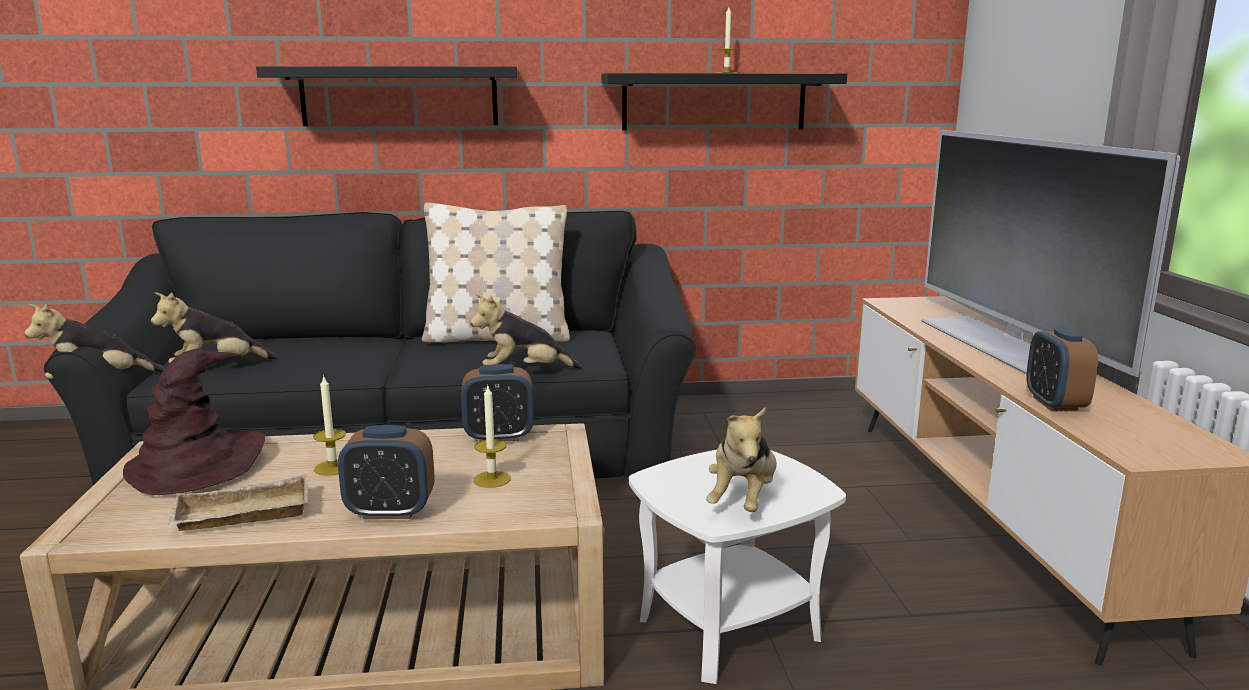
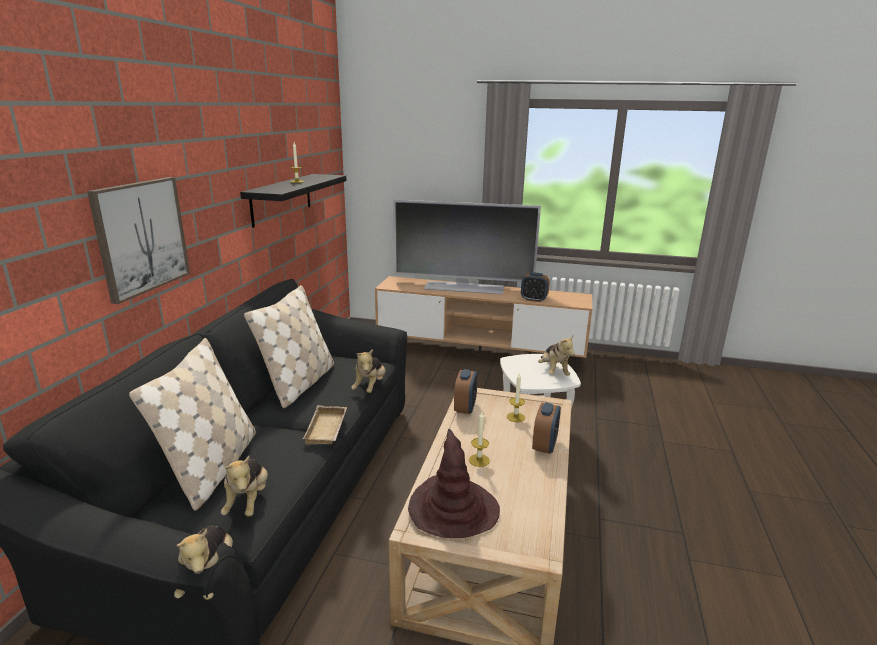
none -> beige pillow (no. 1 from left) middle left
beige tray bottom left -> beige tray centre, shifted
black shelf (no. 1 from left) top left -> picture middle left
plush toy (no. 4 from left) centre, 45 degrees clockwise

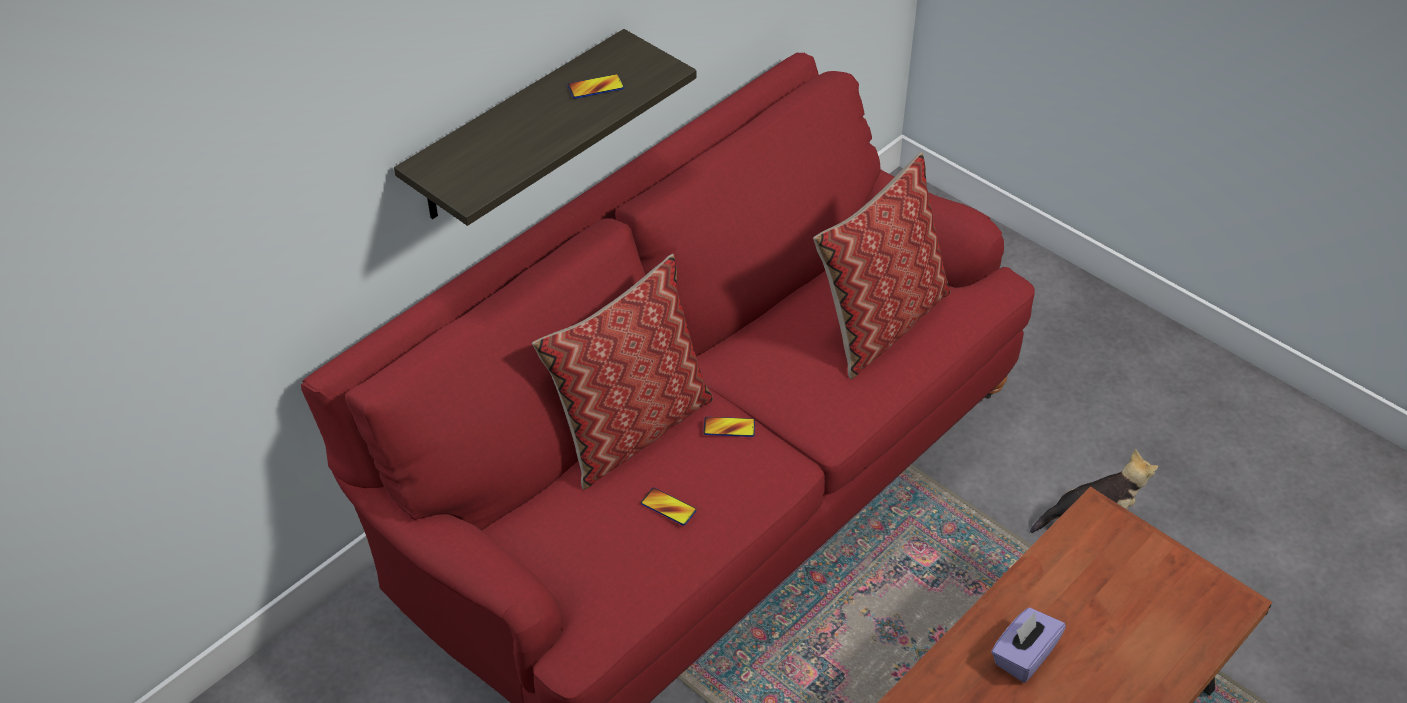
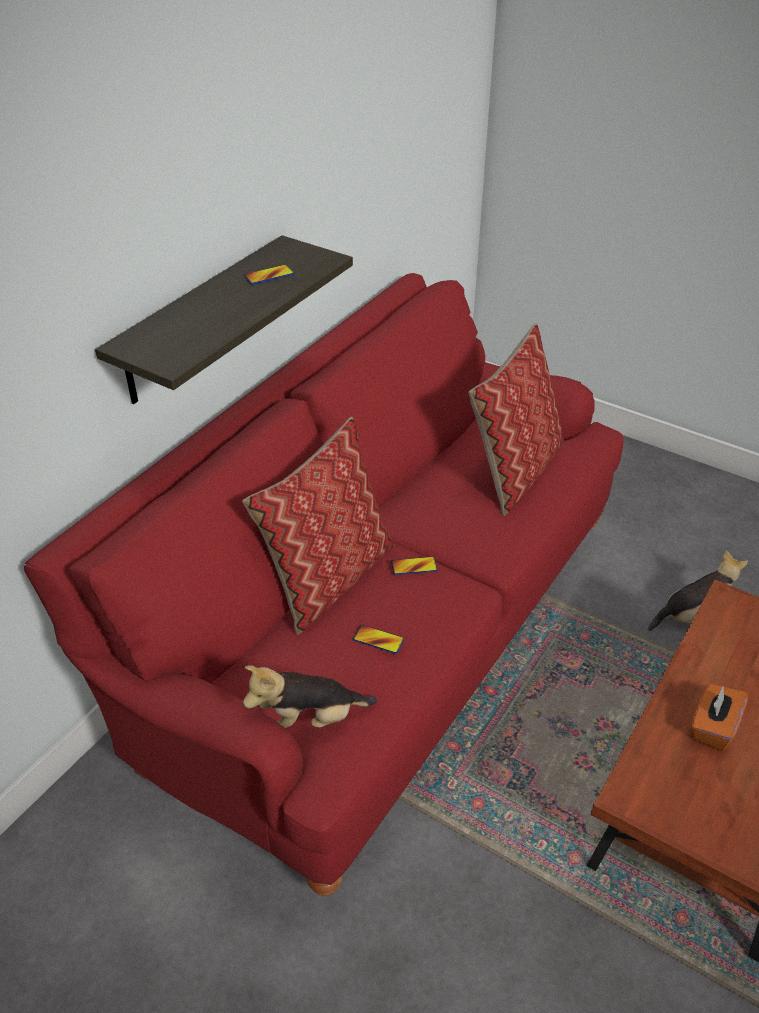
none -> plush toy (no. 1 from left) bottom centre
purple tissue box bottom right -> orange tissue box bottom right

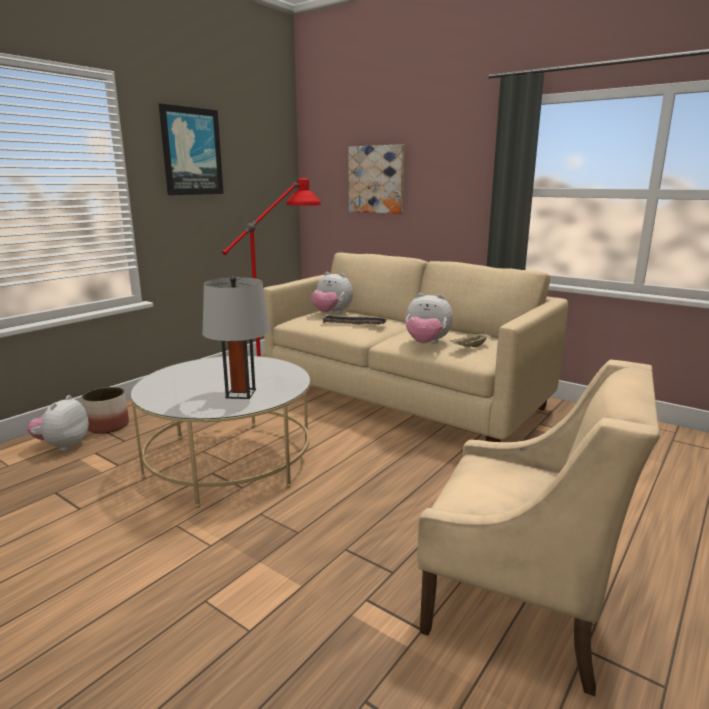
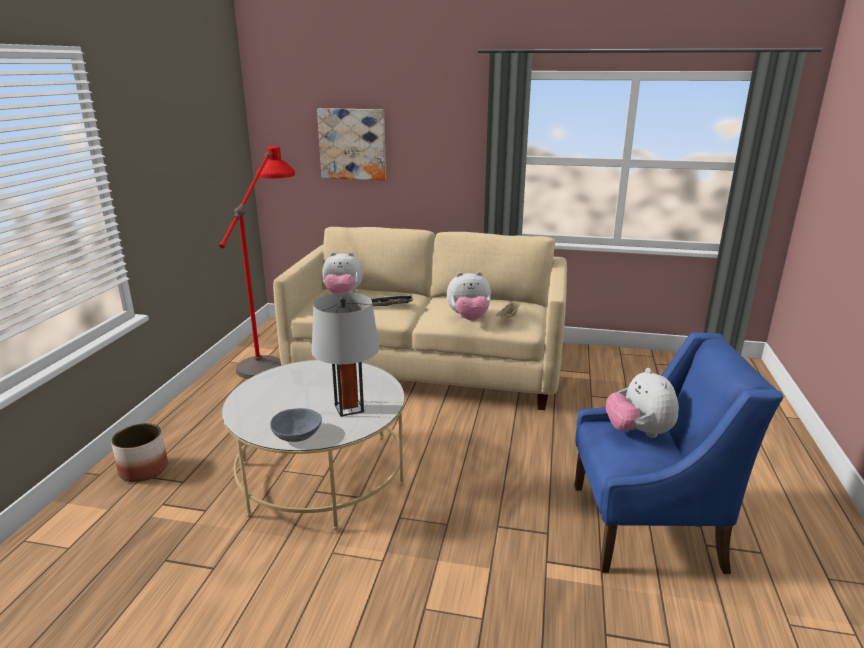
picture (no. 1 from left) top left -> none
none -> grey bowl centre
plush toy (no. 1 from left in the first image) middle left -> plush toy (no. 3 from left) middle right, shifted
beige armchair bottom right -> blue armchair bottom right

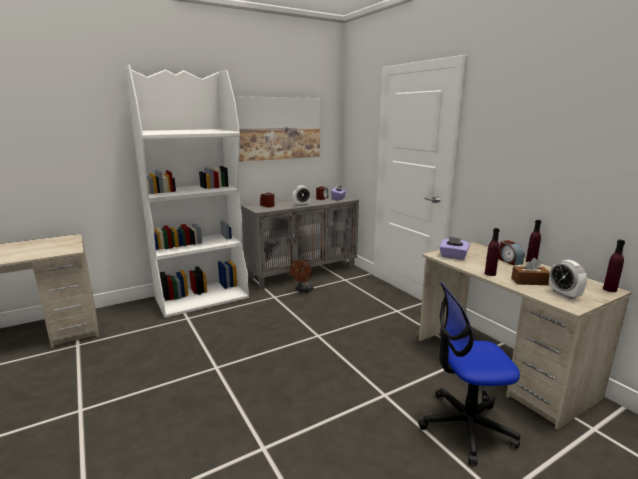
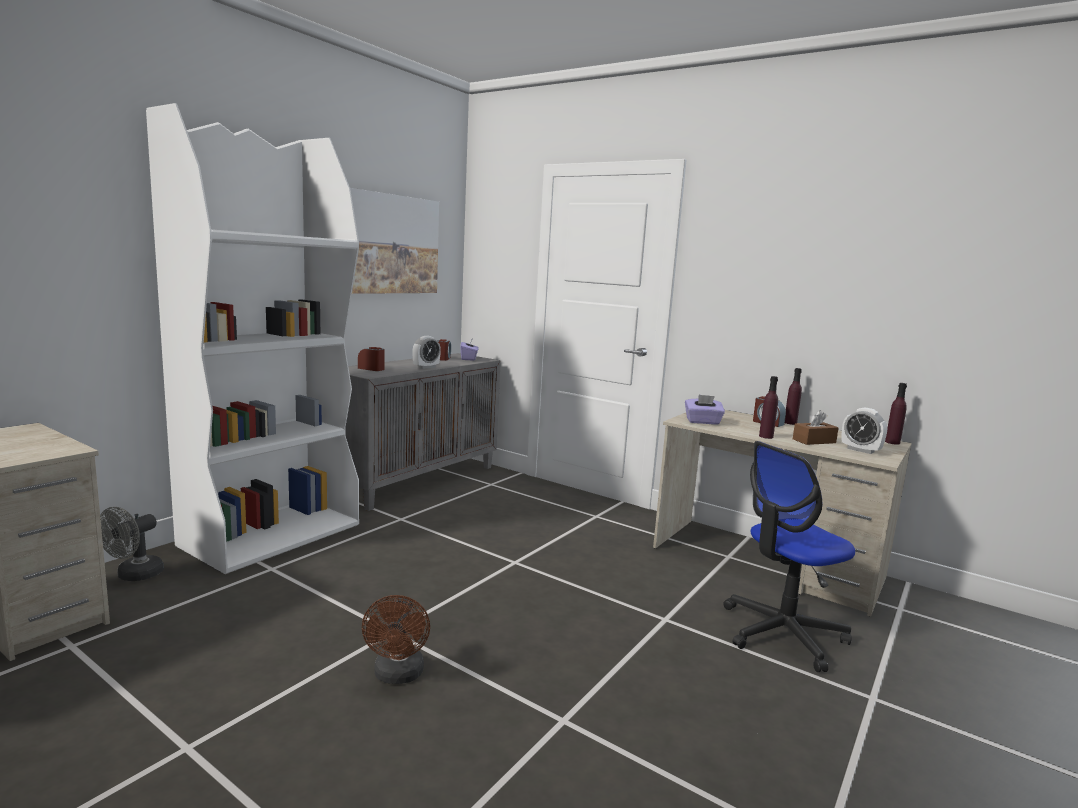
none -> grey fan bottom left
brown fan centre -> brown fan bottom centre, shifted

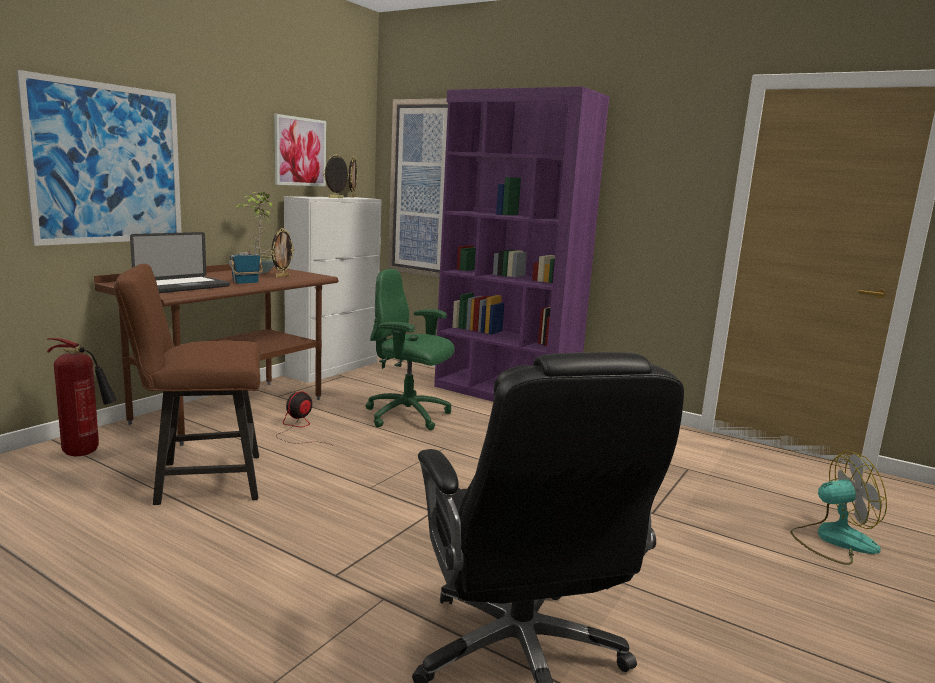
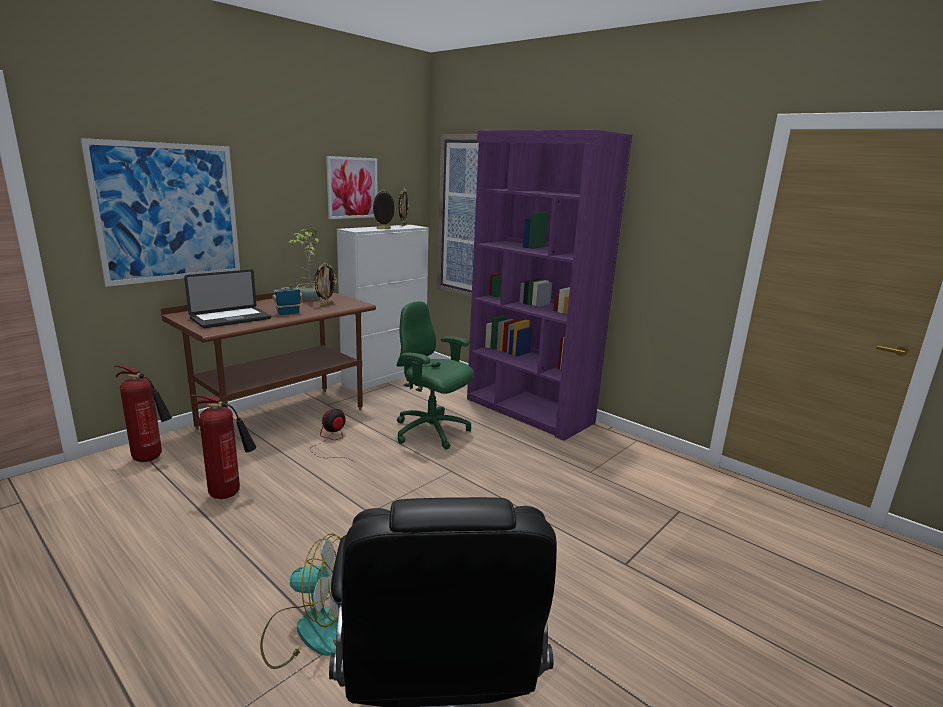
fan (no. 2 from left in the first image) bottom right -> fan (no. 1 from left) bottom left, shifted
brown chair middle left -> fire extinguisher (no. 2 from left) middle left

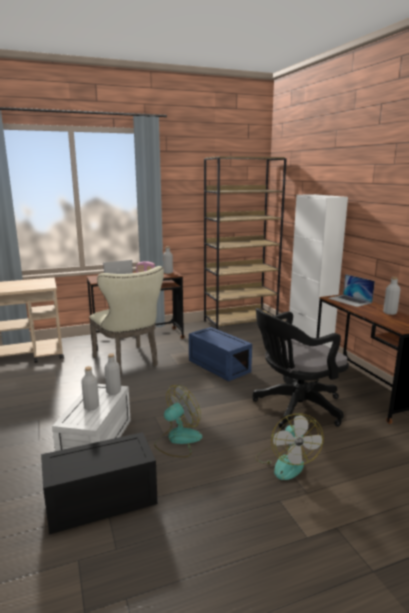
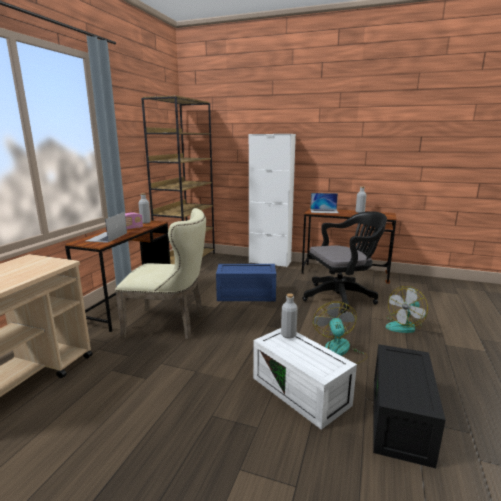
grey bottle (no. 1 from left) middle left -> none
black office chair middle right, 120 degrees counterclockwise
fan (no. 2 from left) bottom right -> fan (no. 2 from left) middle right, 105 degrees clockwise

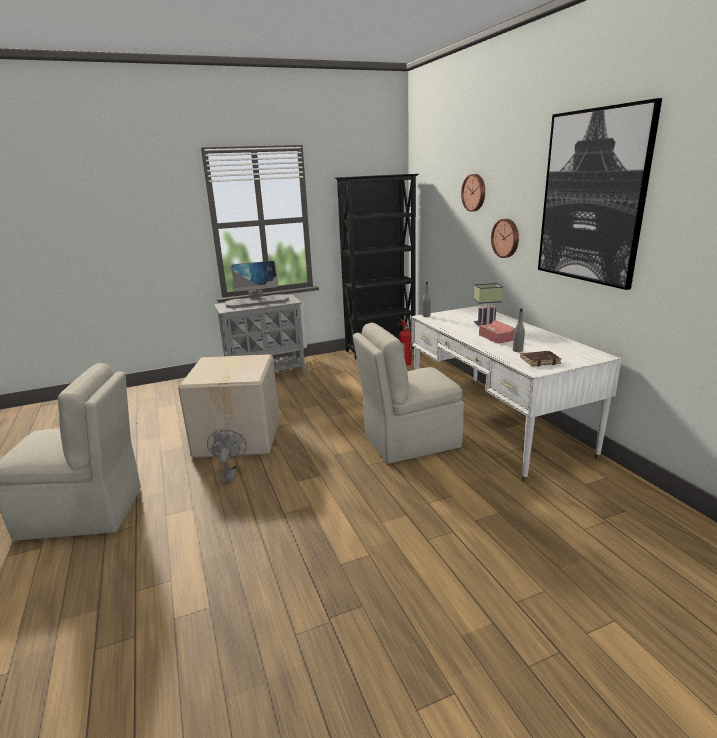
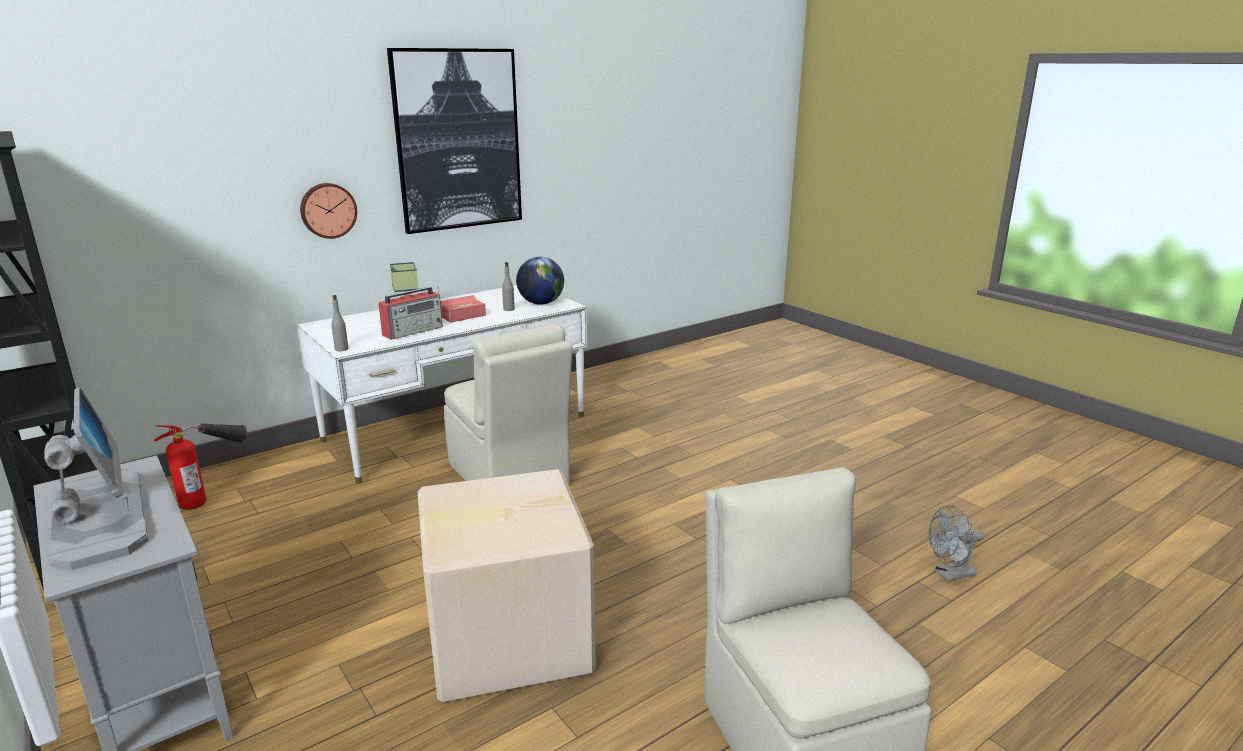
wall clock (no. 1 from left) top centre -> none
none -> radio middle left
grey fan middle left -> grey fan bottom right, shifted
brown book middle right -> globe centre

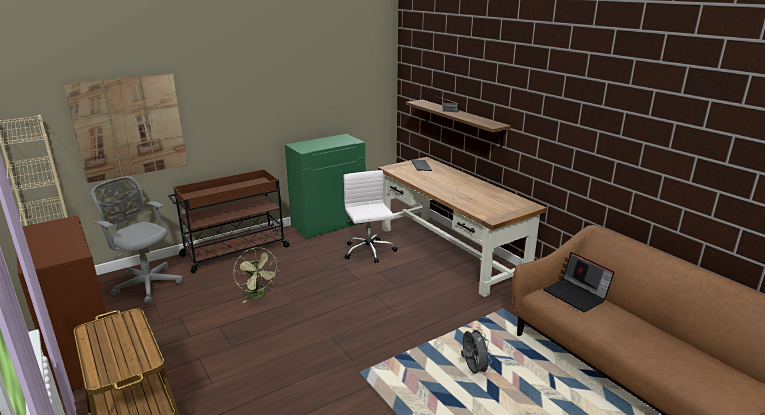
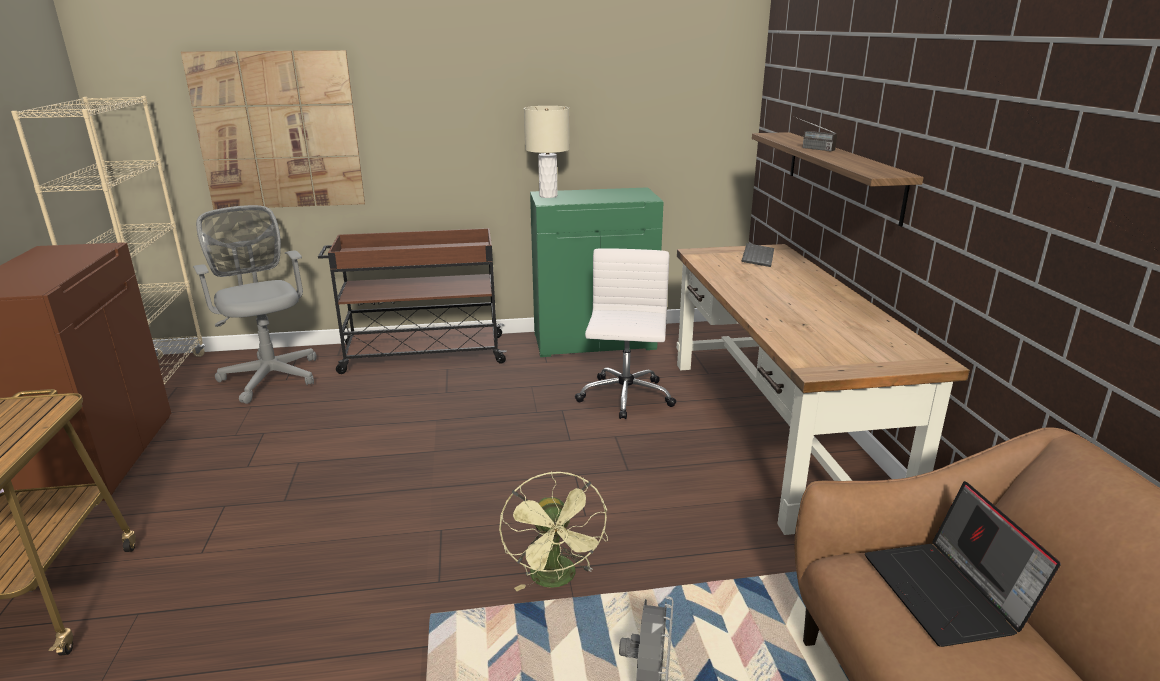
none -> beige table lamp top centre
green fan centre -> green fan bottom centre, shifted

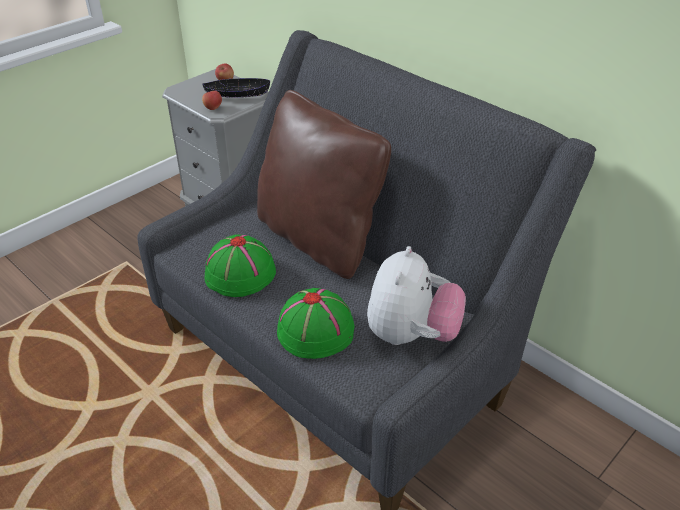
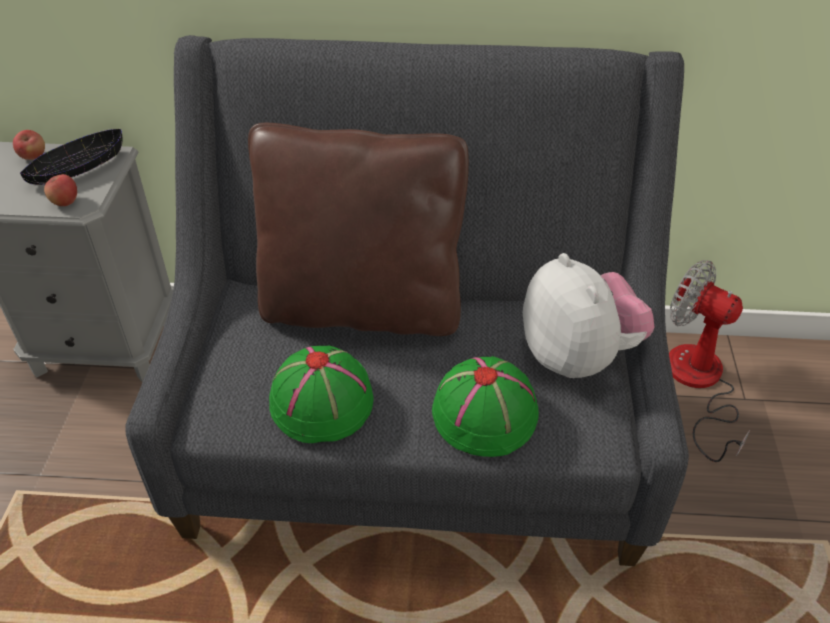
none -> fan middle right

